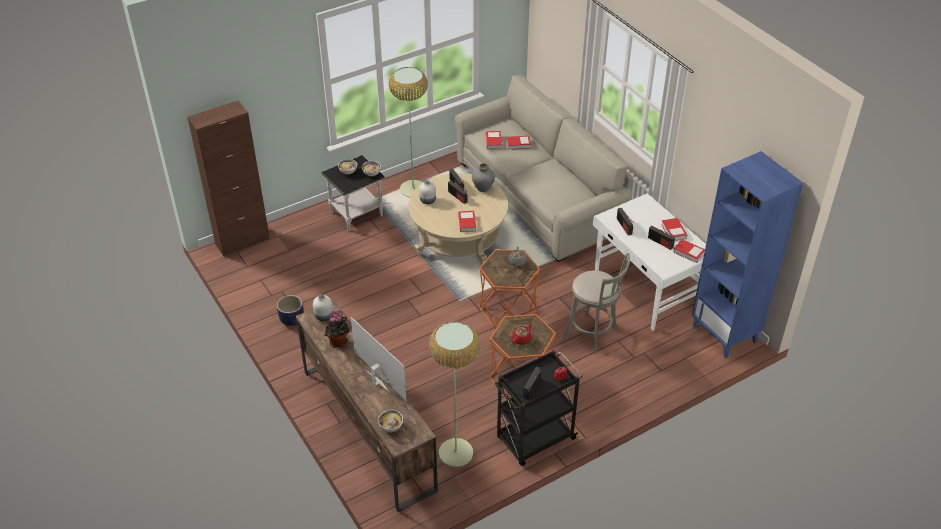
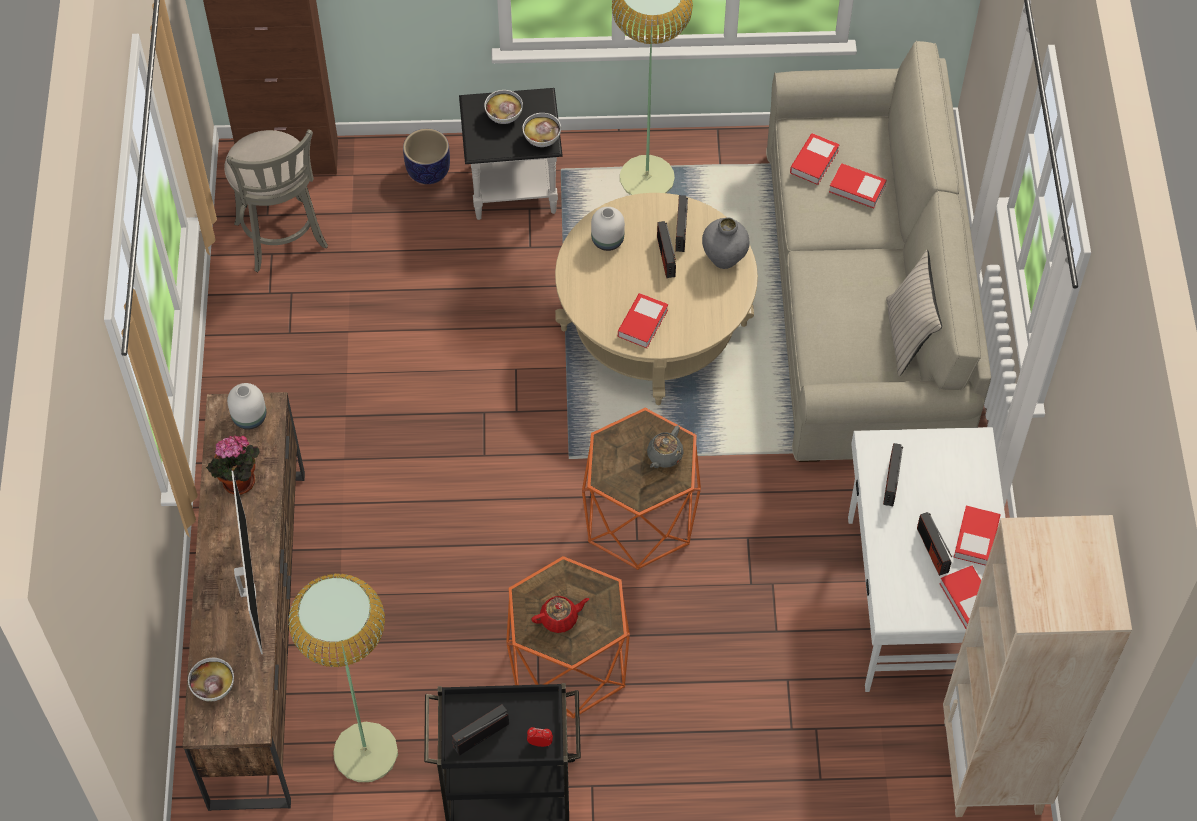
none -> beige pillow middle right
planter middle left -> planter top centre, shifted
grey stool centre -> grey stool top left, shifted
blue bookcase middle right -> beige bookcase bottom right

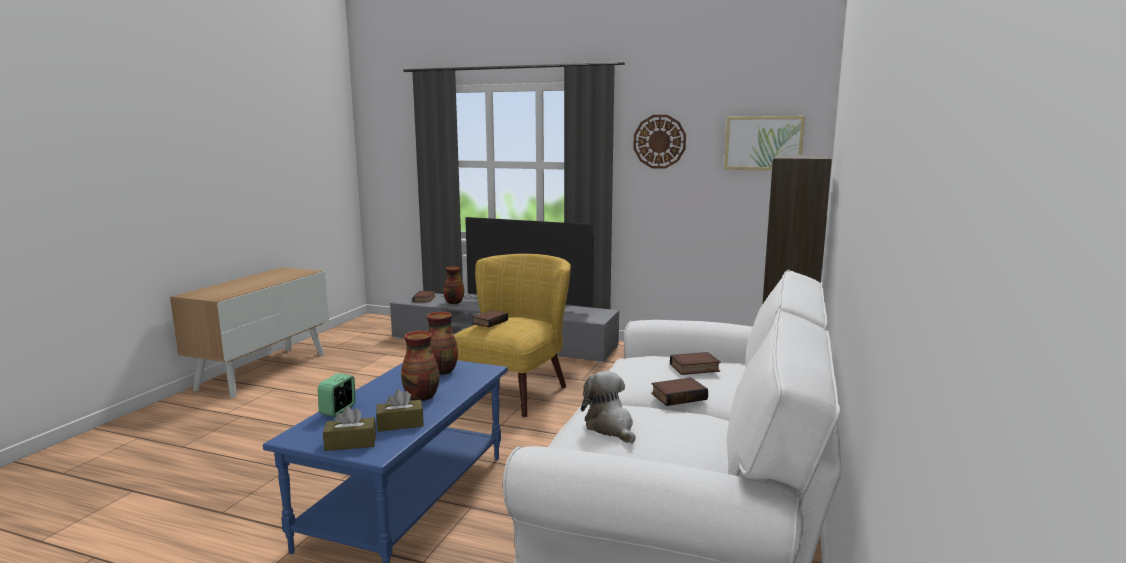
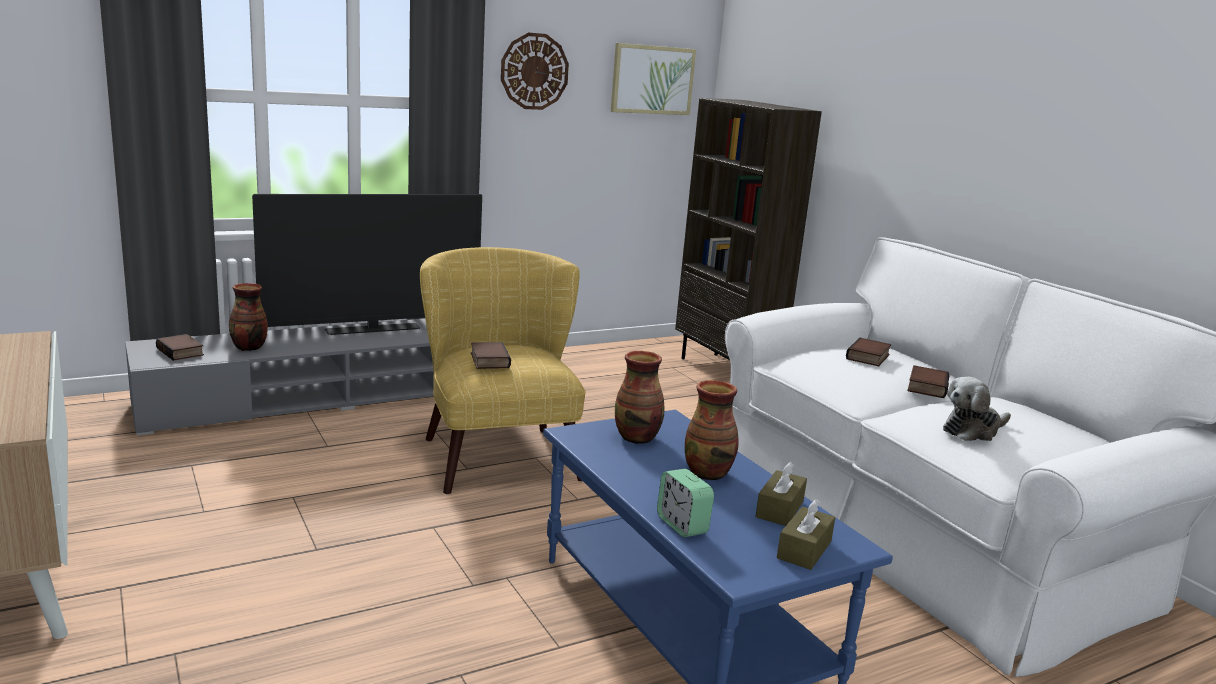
plush toy bottom centre -> plush toy middle right, 45 degrees counterclockwise

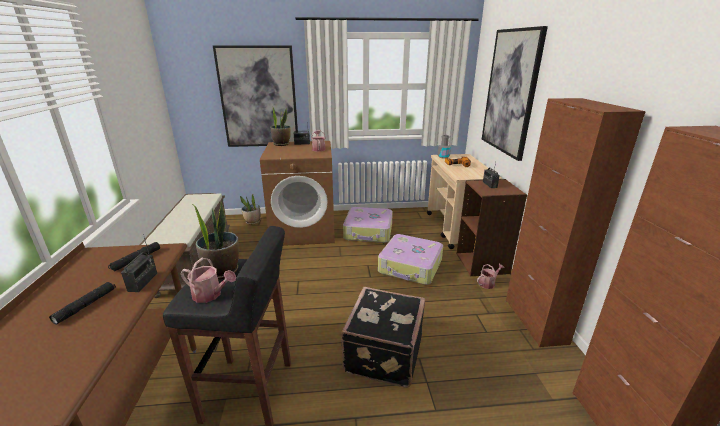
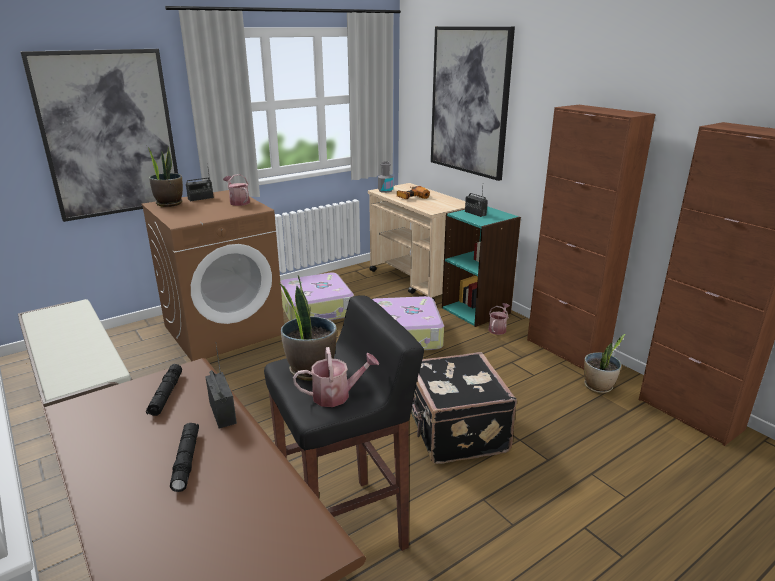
potted plant (no. 2 from left in the first image) centre -> potted plant (no. 3 from left) middle right, shifted
brown bookcase middle right -> turquoise bookcase centre

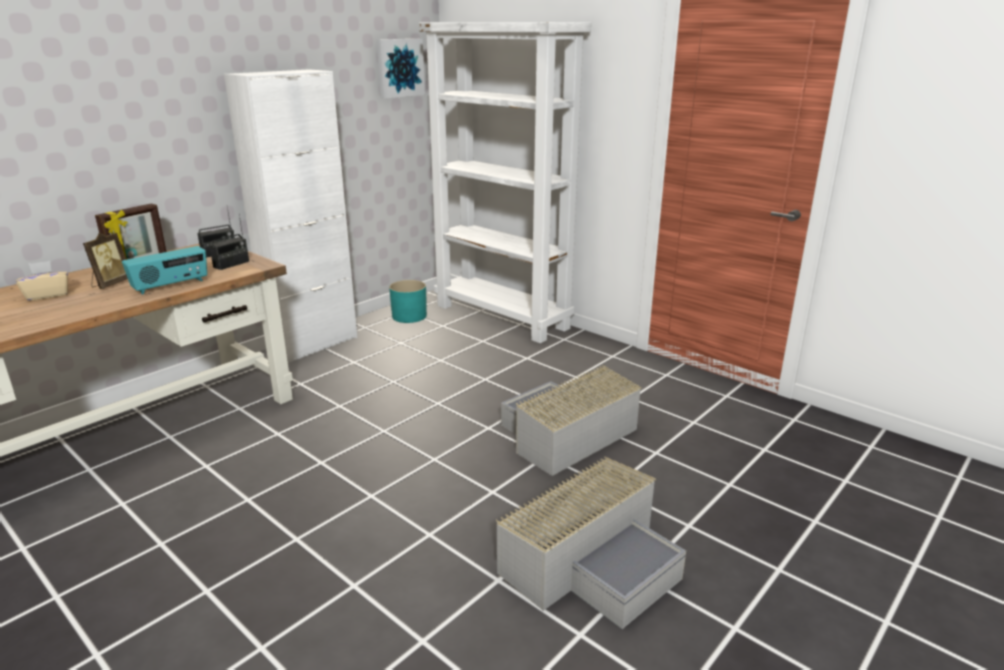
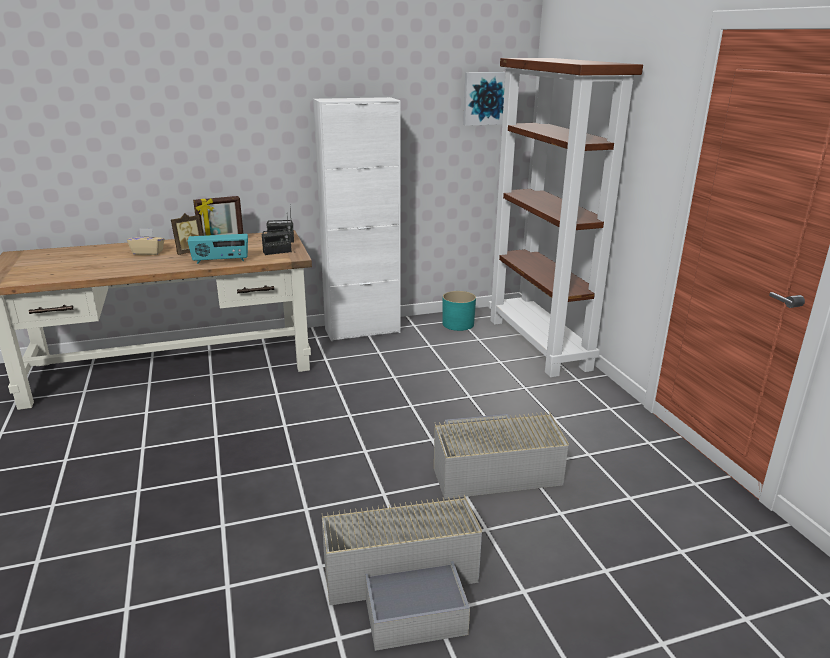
white bookcase top centre -> brown bookcase top right

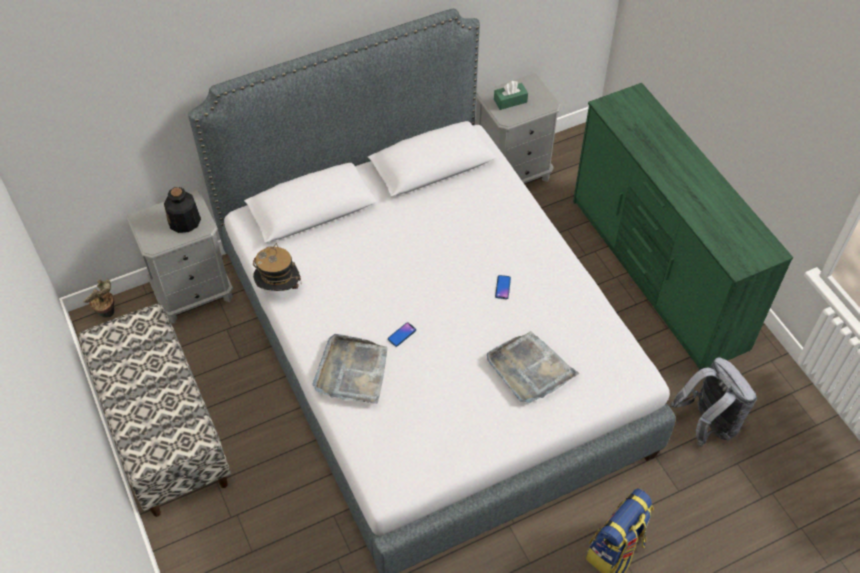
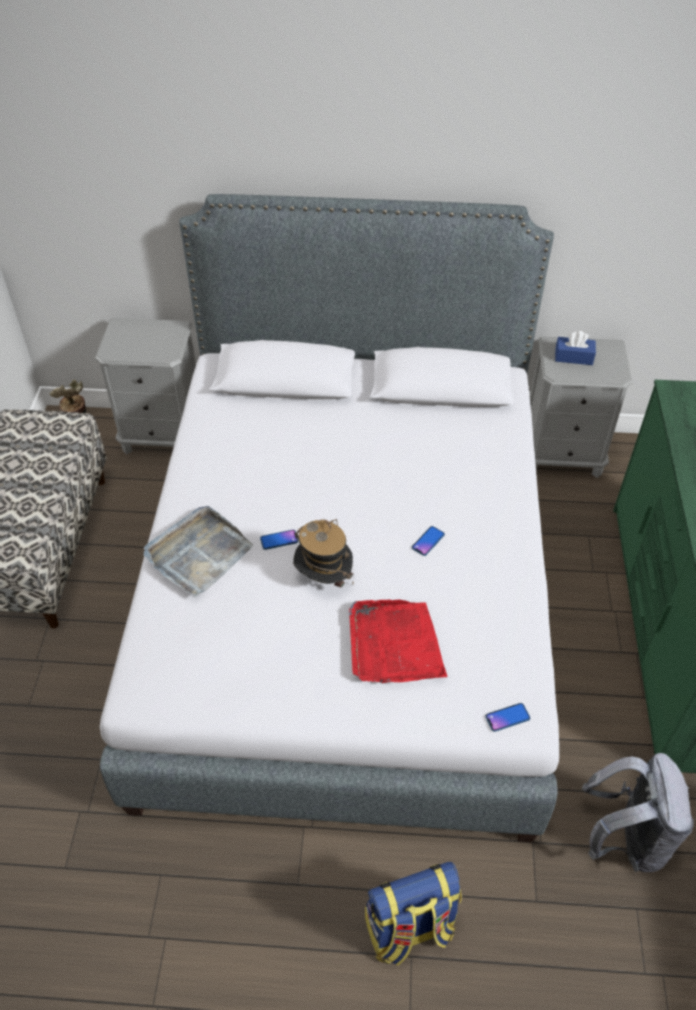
bottle middle left -> none
none -> phone (no. 3 from left) bottom right
hat middle left -> hat centre, shifted
grey tray (no. 2 from left) centre -> red tray centre
green tissue box top centre -> blue tissue box middle right

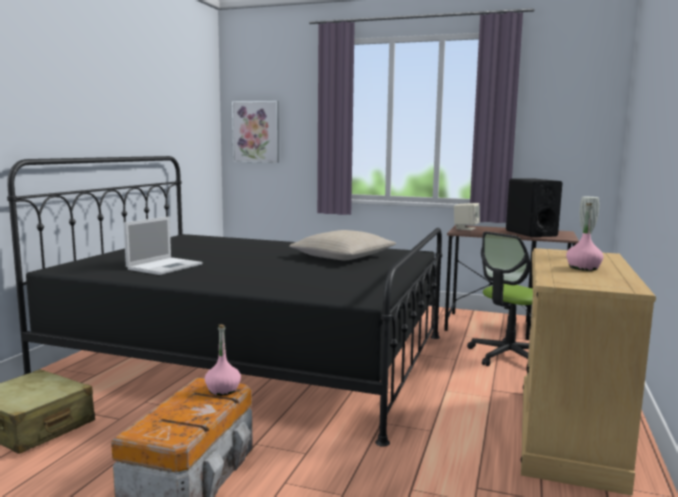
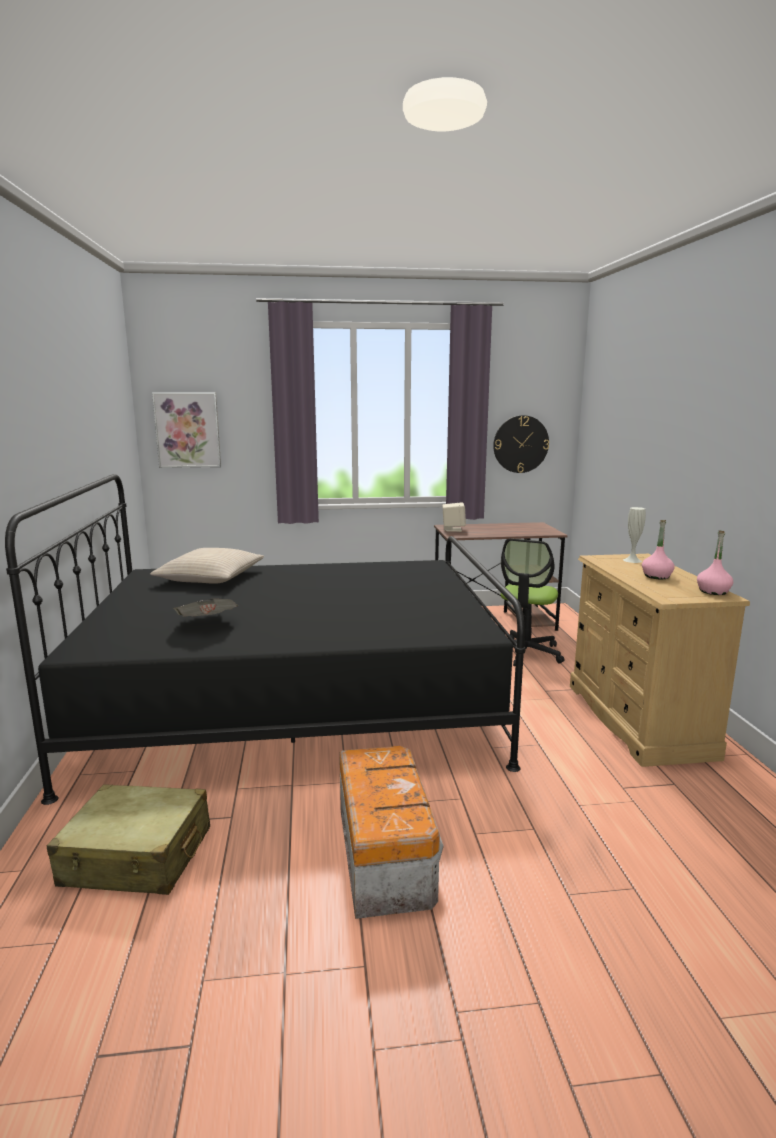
black speaker middle right -> none
none -> wall clock middle right
pink bottle (no. 1 from left in the first image) bottom left -> pink bottle (no. 2 from left) middle right, shifted
beige pillow centre -> beige pillow middle left, shifted
laptop middle left -> newspaper middle left

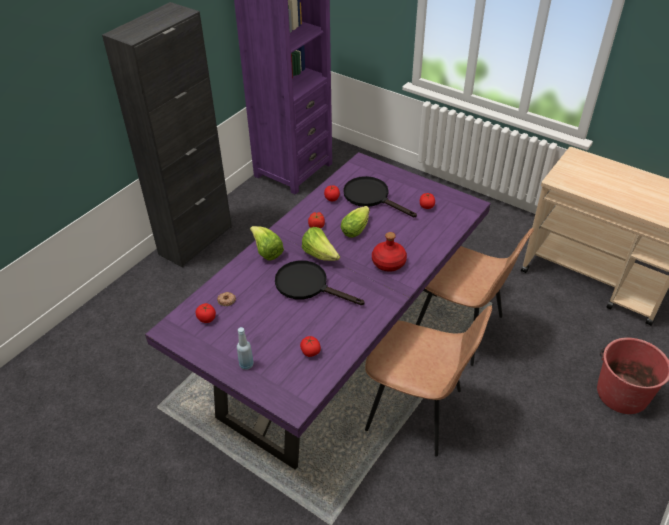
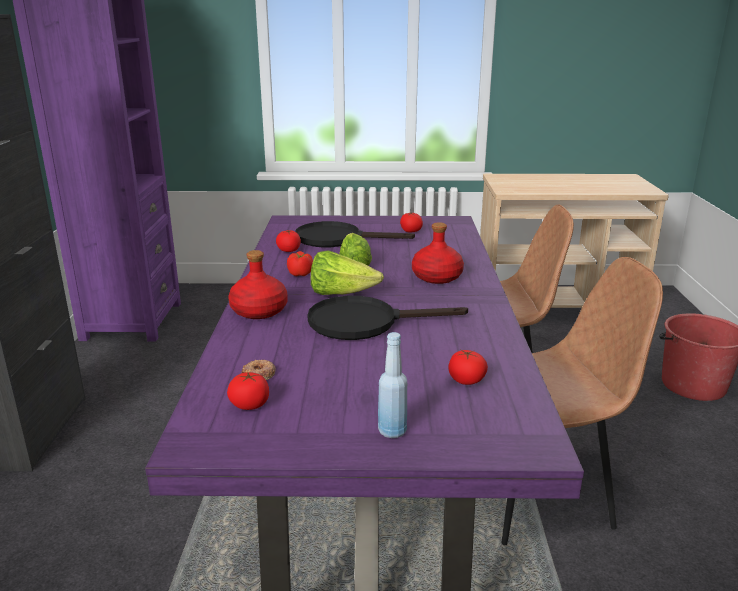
lettuce (no. 1 from left) centre -> red bottle (no. 1 from left) centre

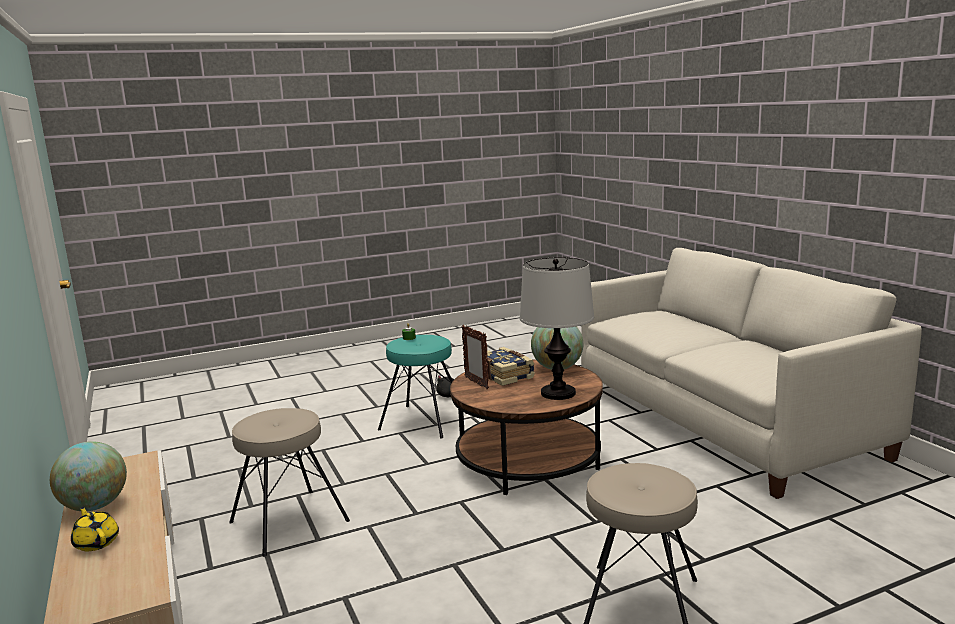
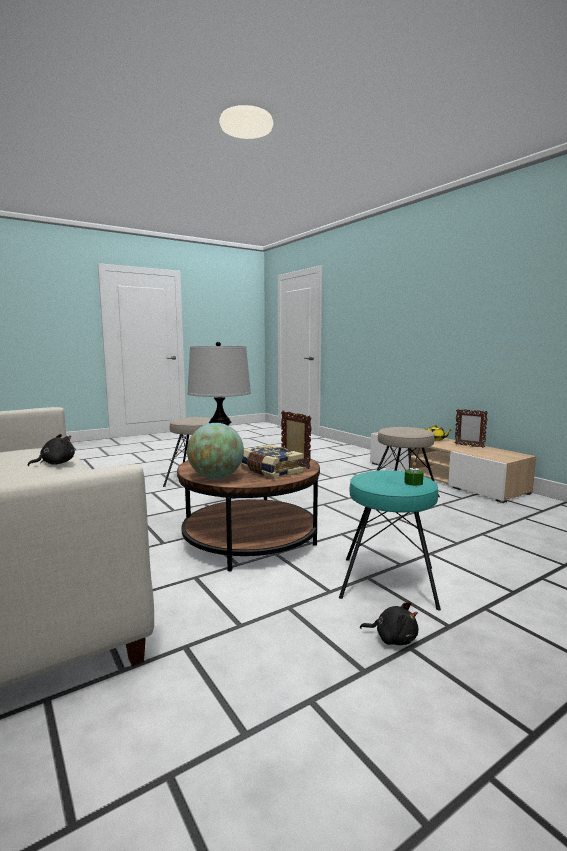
none -> black plush toy (no. 1 from left) middle left
globe (no. 1 from left) bottom left -> picture frame (no. 2 from left) middle right

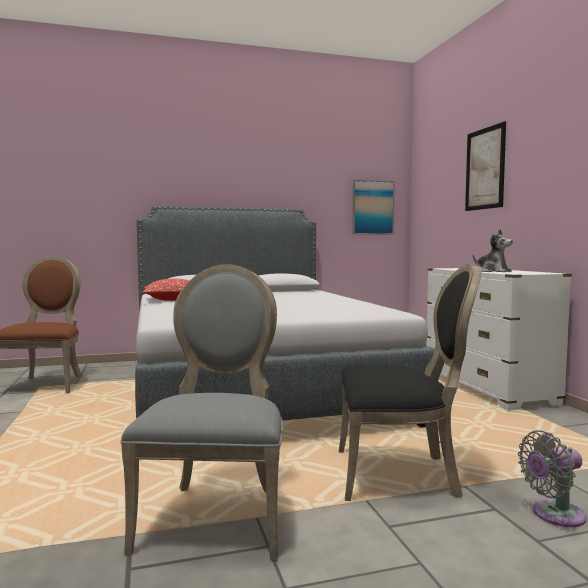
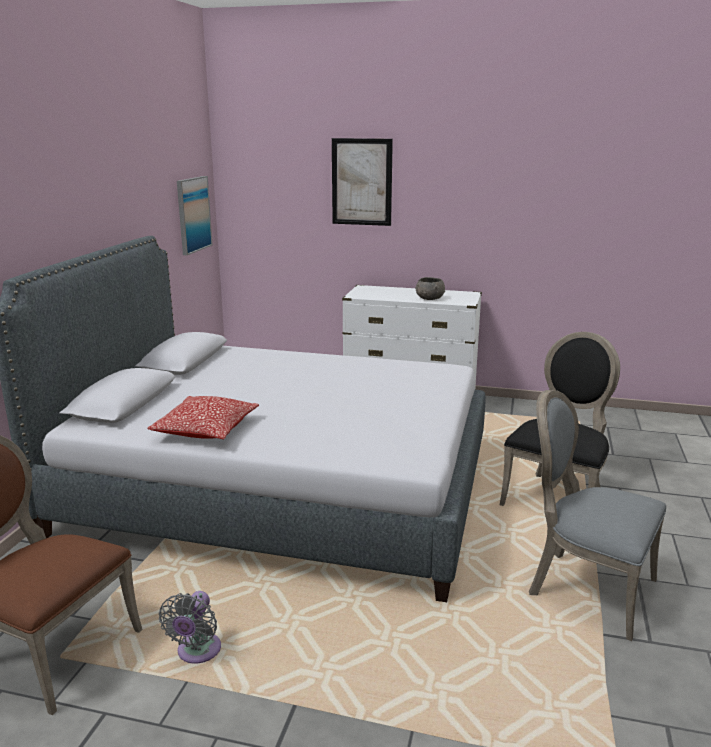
grey fan bottom right -> grey fan bottom left, shifted
plush toy middle right -> grey bowl centre

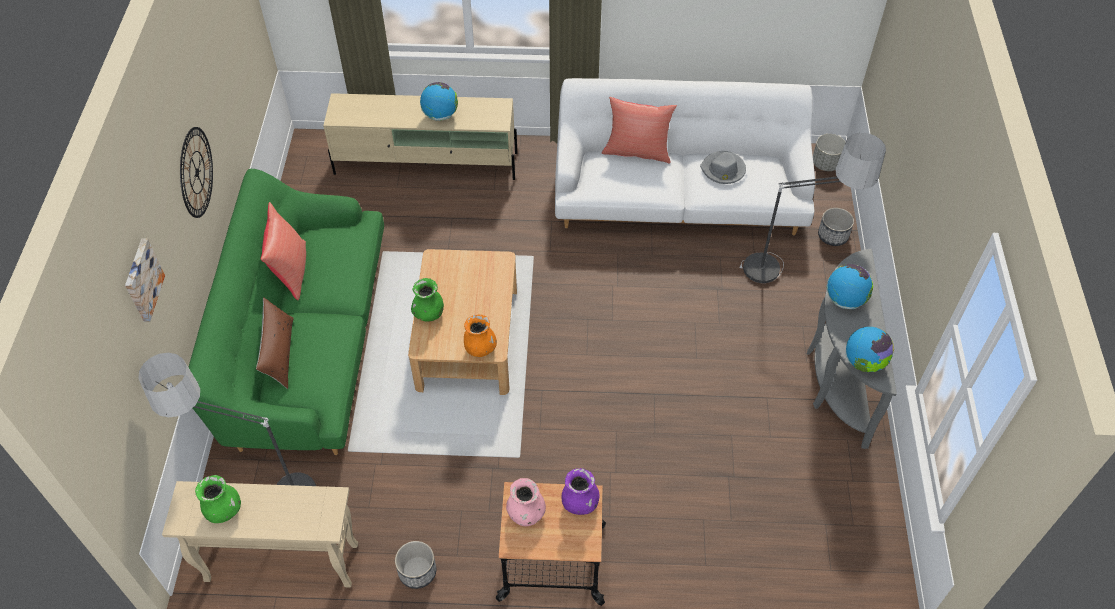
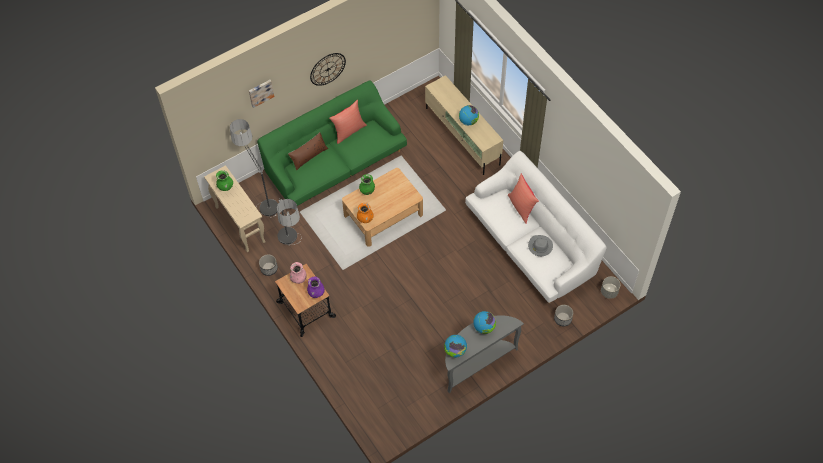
floor lamp (no. 2 from left) middle right -> floor lamp (no. 2 from left) centre, shifted

